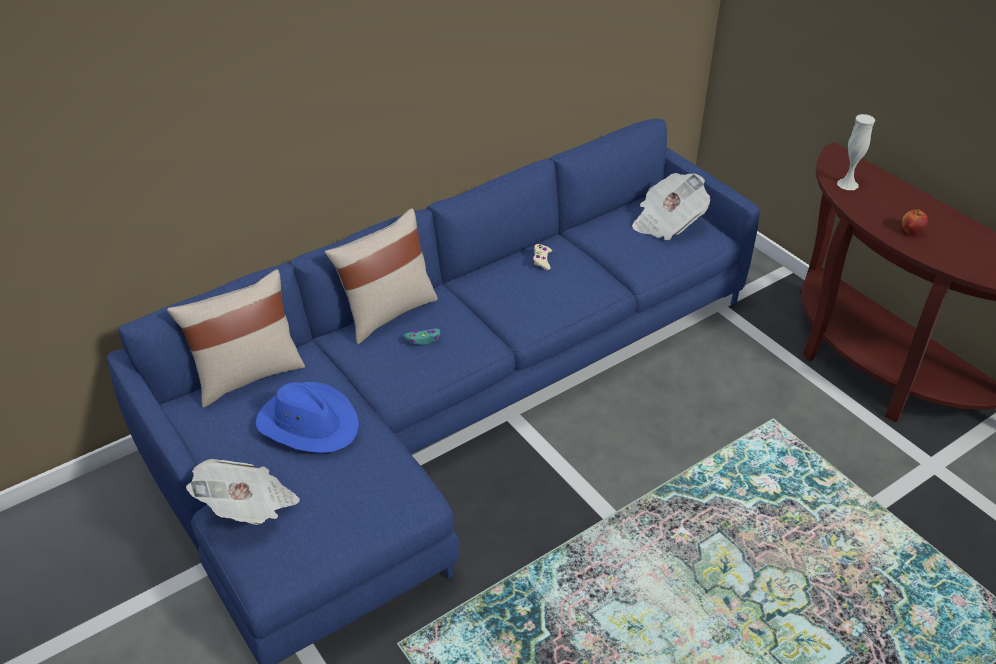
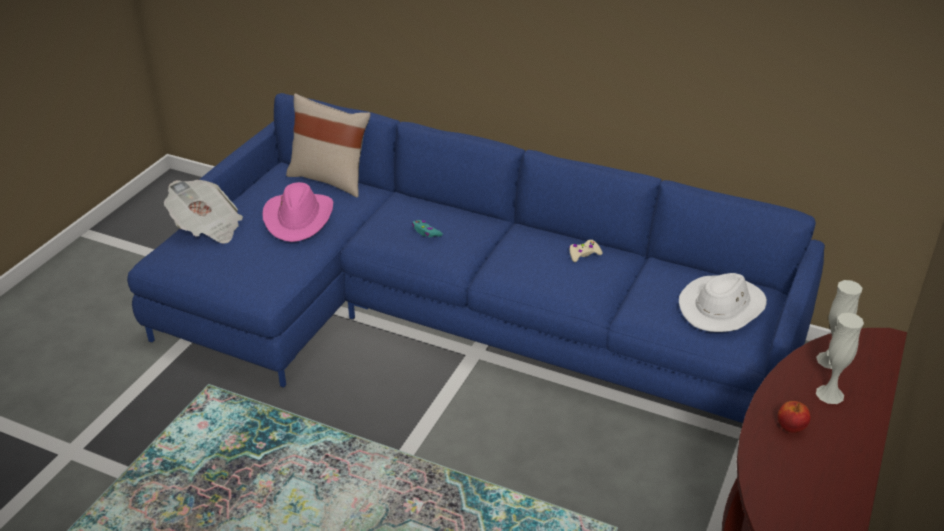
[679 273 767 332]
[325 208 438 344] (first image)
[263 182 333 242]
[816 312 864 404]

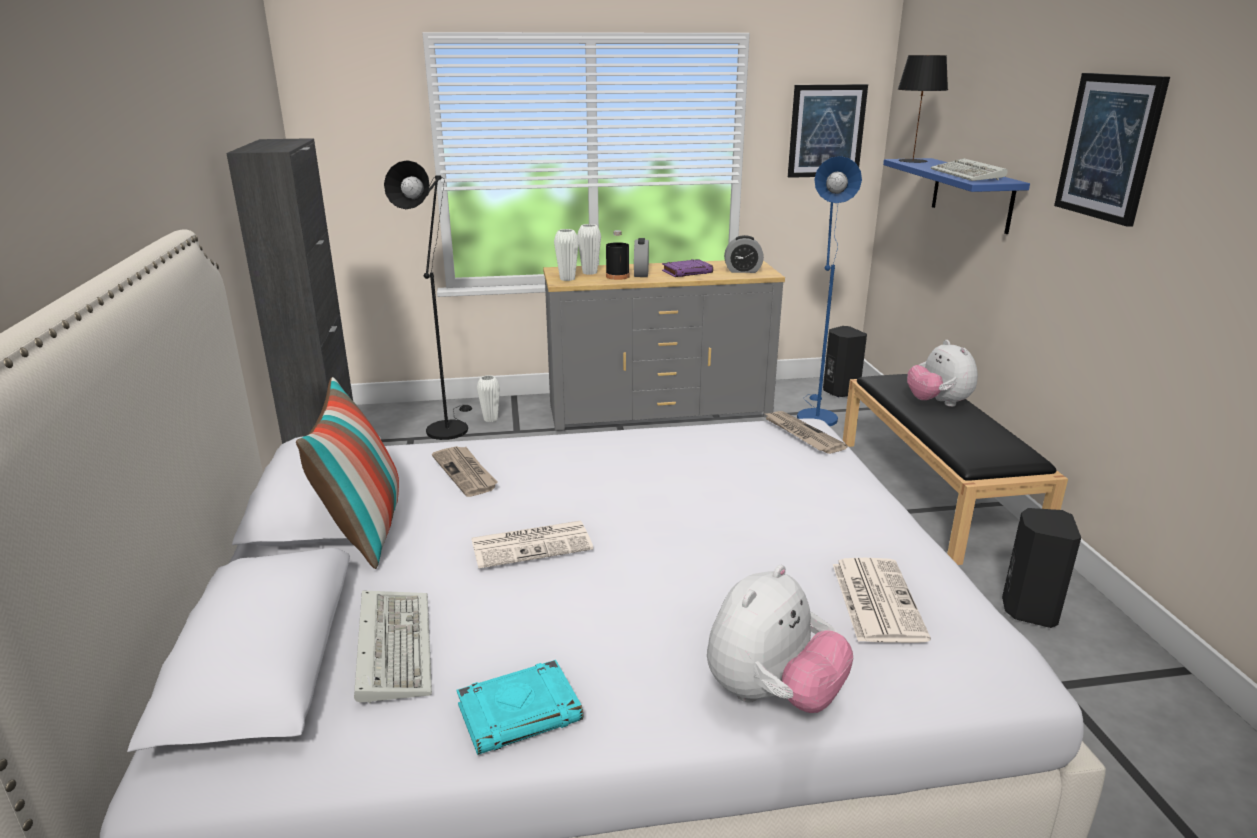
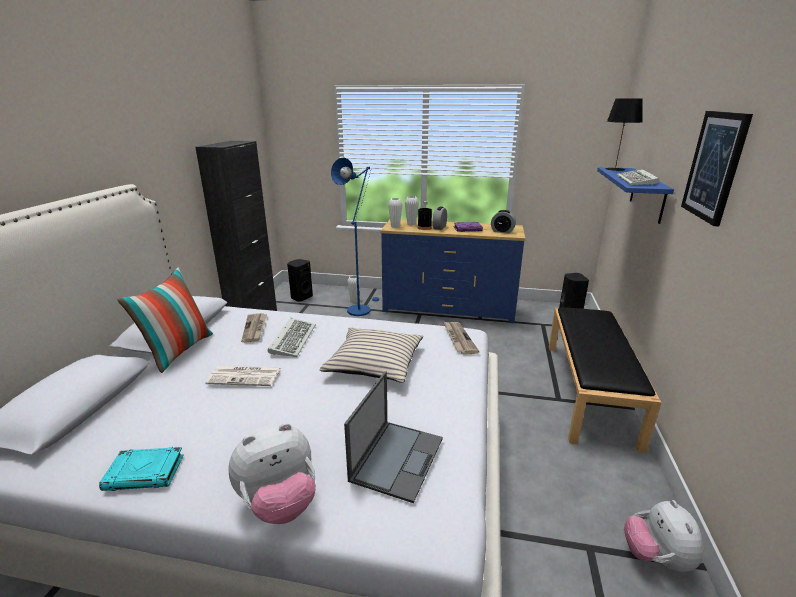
[788 84 868 178] (first image)
[331 158 379 316]
[384 160 472 440] (first image)
[381 219 525 323]
[624 500 703 572]
[287 259 313 302]
[344 371 443 503]
[268 318 316 357]
[320 328 423 383]

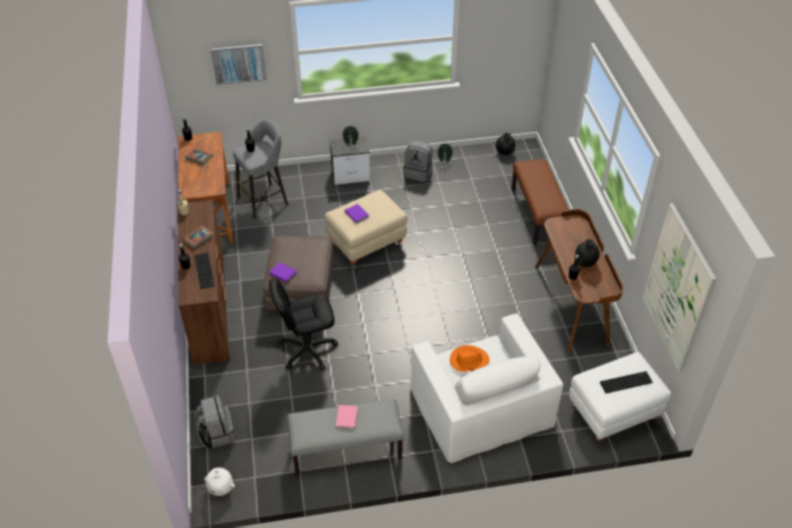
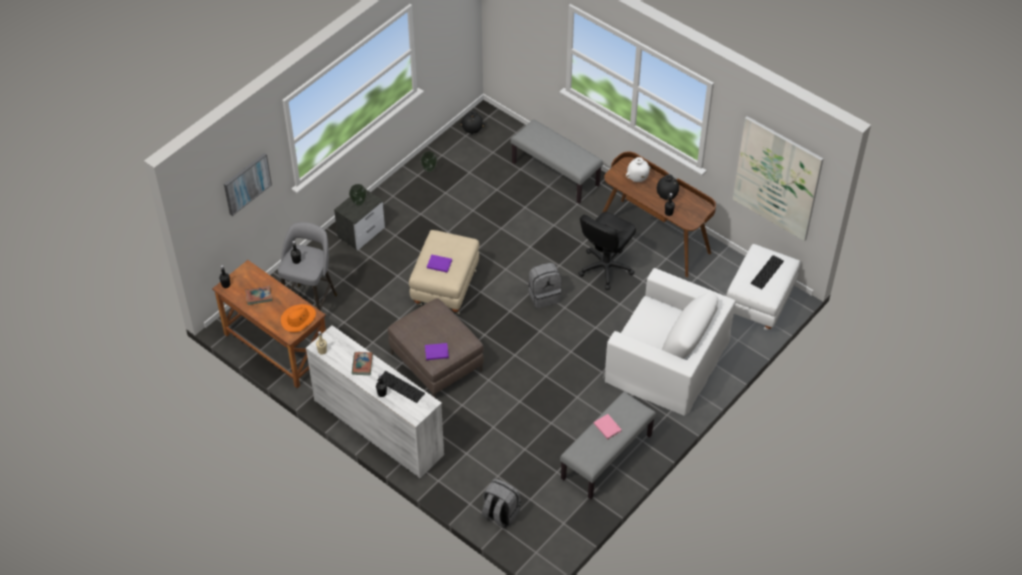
[528 263 562 308]
[511 119 603 203]
[306 325 444 479]
[578 212 636 290]
[281 304 316 332]
[626 157 651 182]

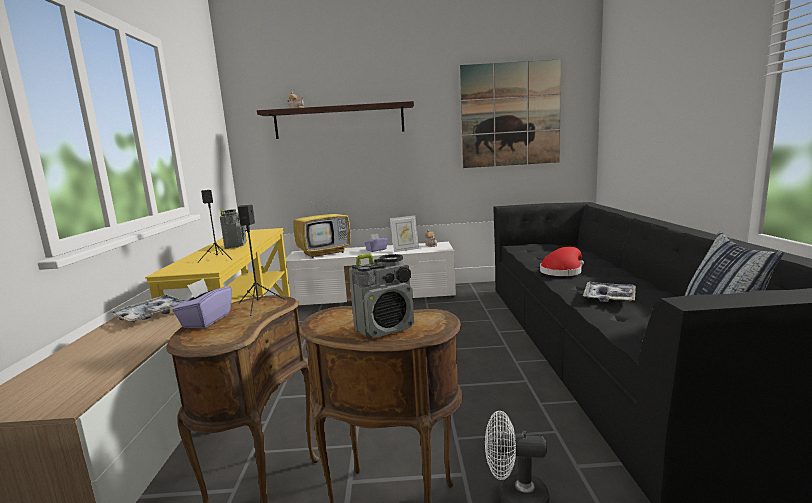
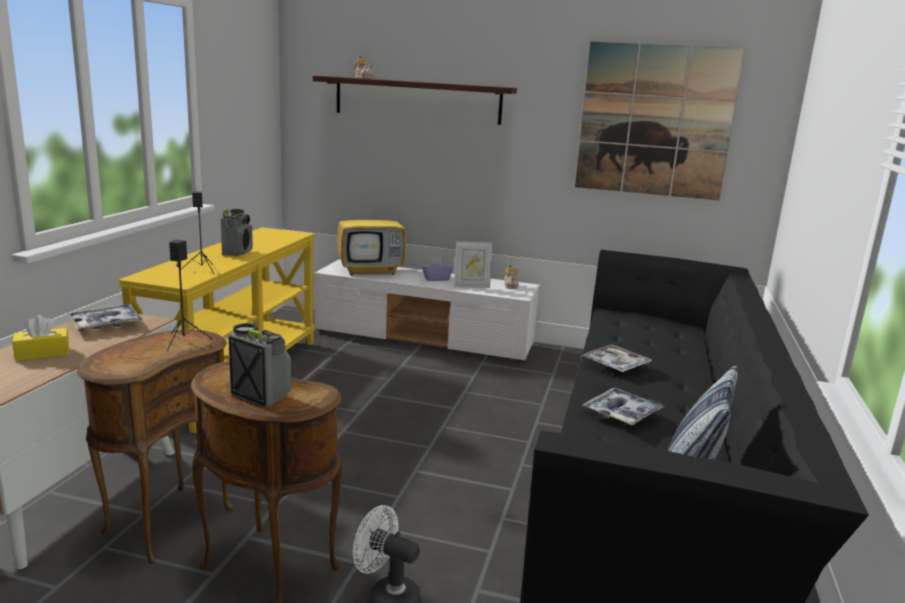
[581 345 652 372]
[228 323 291 408]
[172 278 232 328] (first image)
[12 315 69 361]

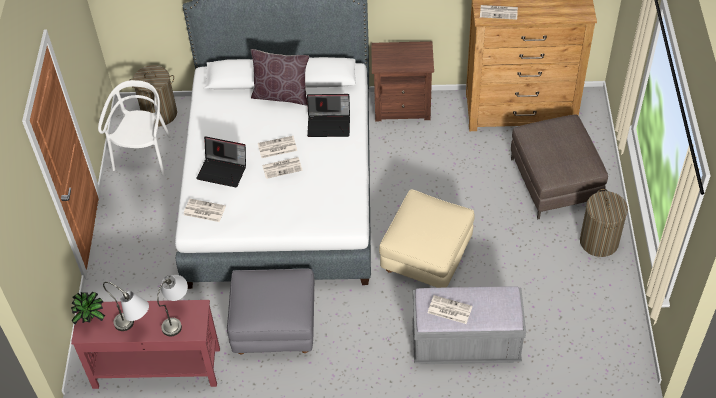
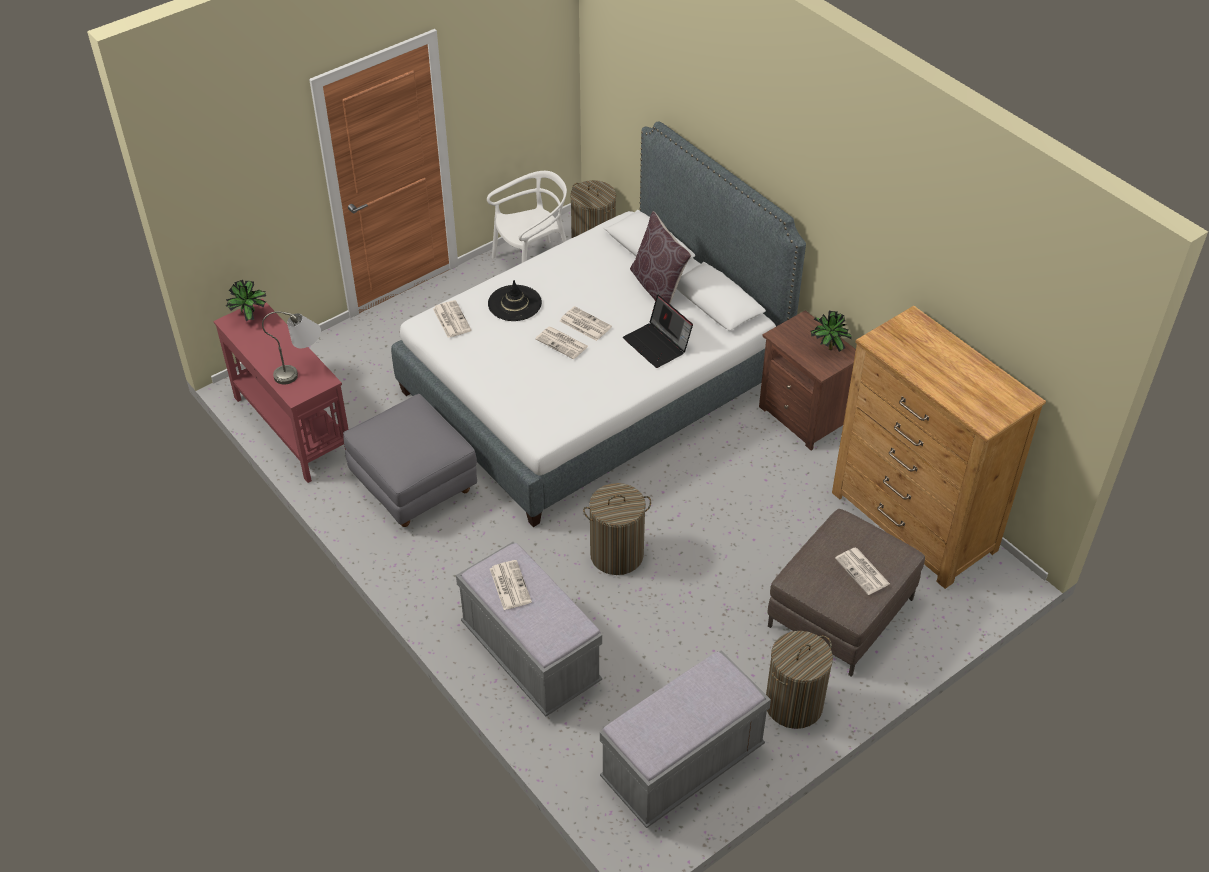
[835 548 890 595]
[488 280 542 321]
[583 483 651 575]
[103 282 149 331] (first image)
[810 311 852 352]
[600 650 771 828]

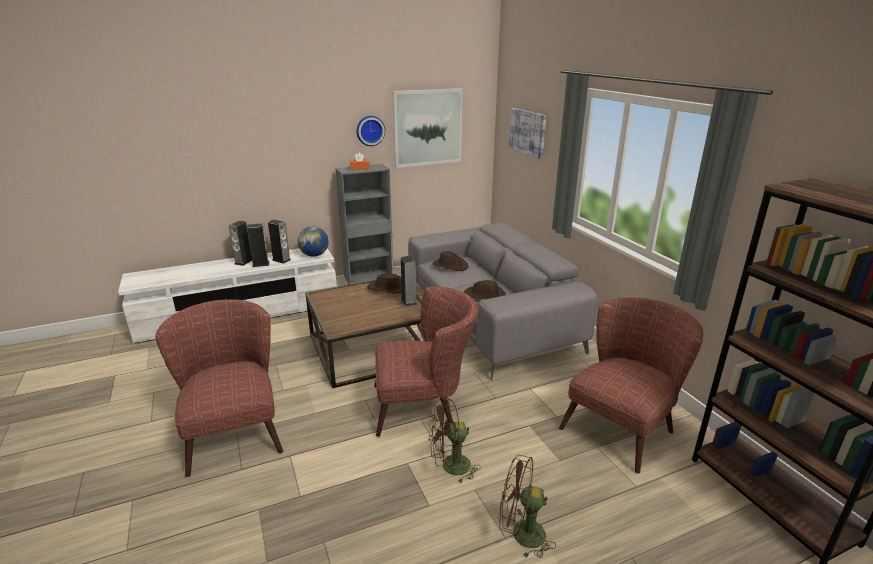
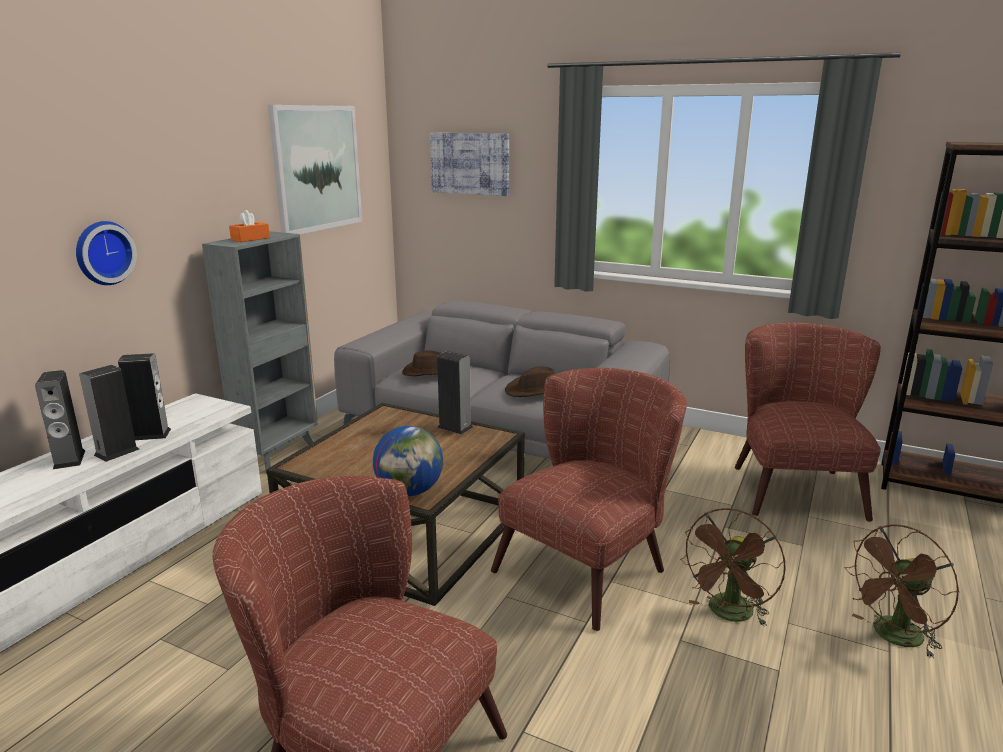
[76 221 137 285]
[373 426 443 496]
[368 273 402 293] (first image)

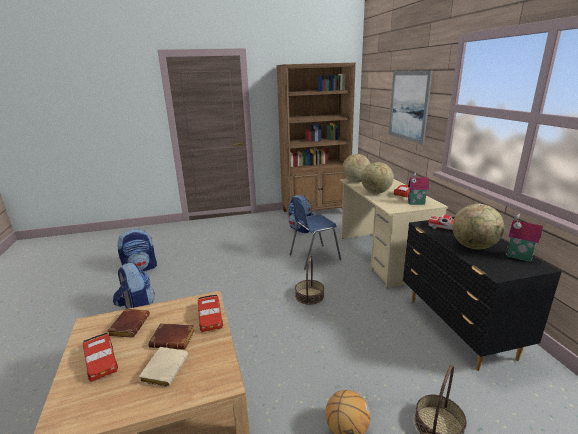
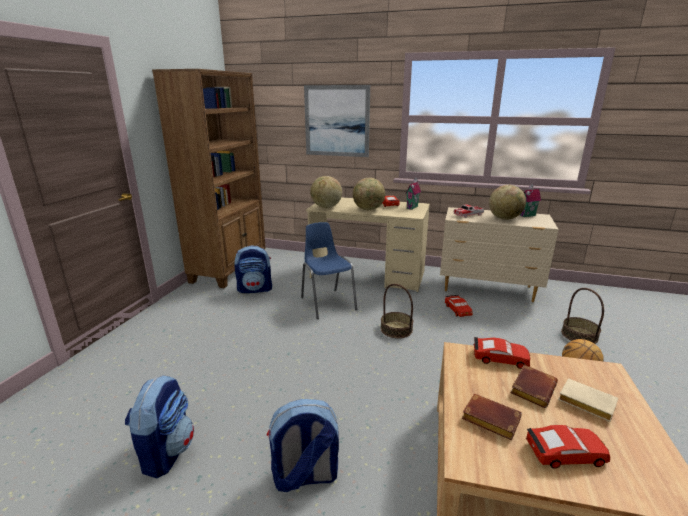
[301 222 357 319]
[440 207 559 302]
[445 295 473 317]

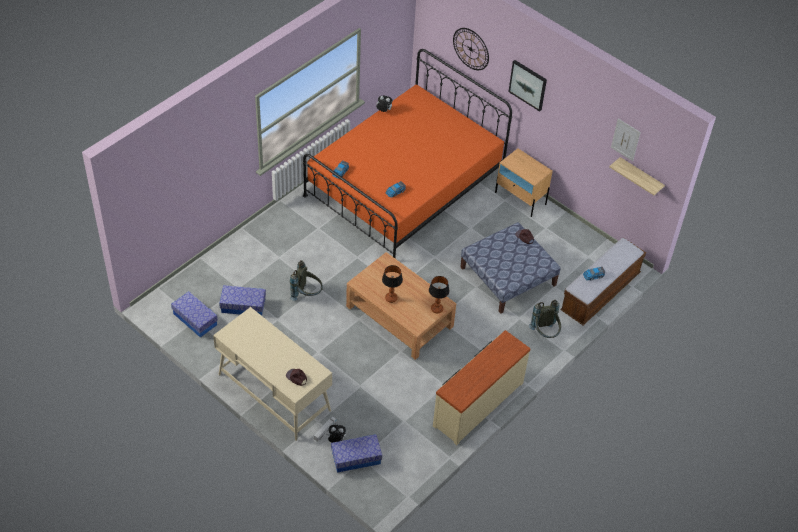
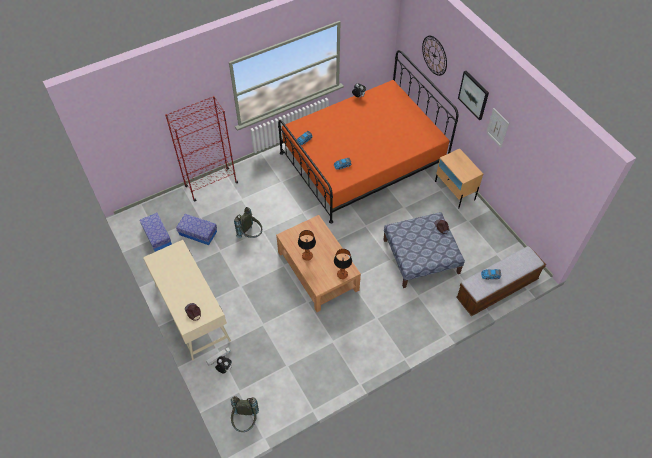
[486 108 509 148]
[609 157 665 195] (first image)
[231 396 259 432]
[433 330 531 445] (first image)
[331 434 382 473] (first image)
[165 96 238 201]

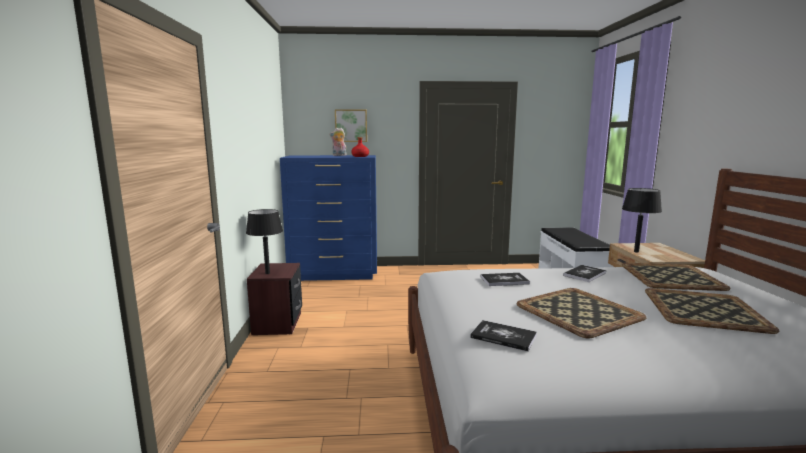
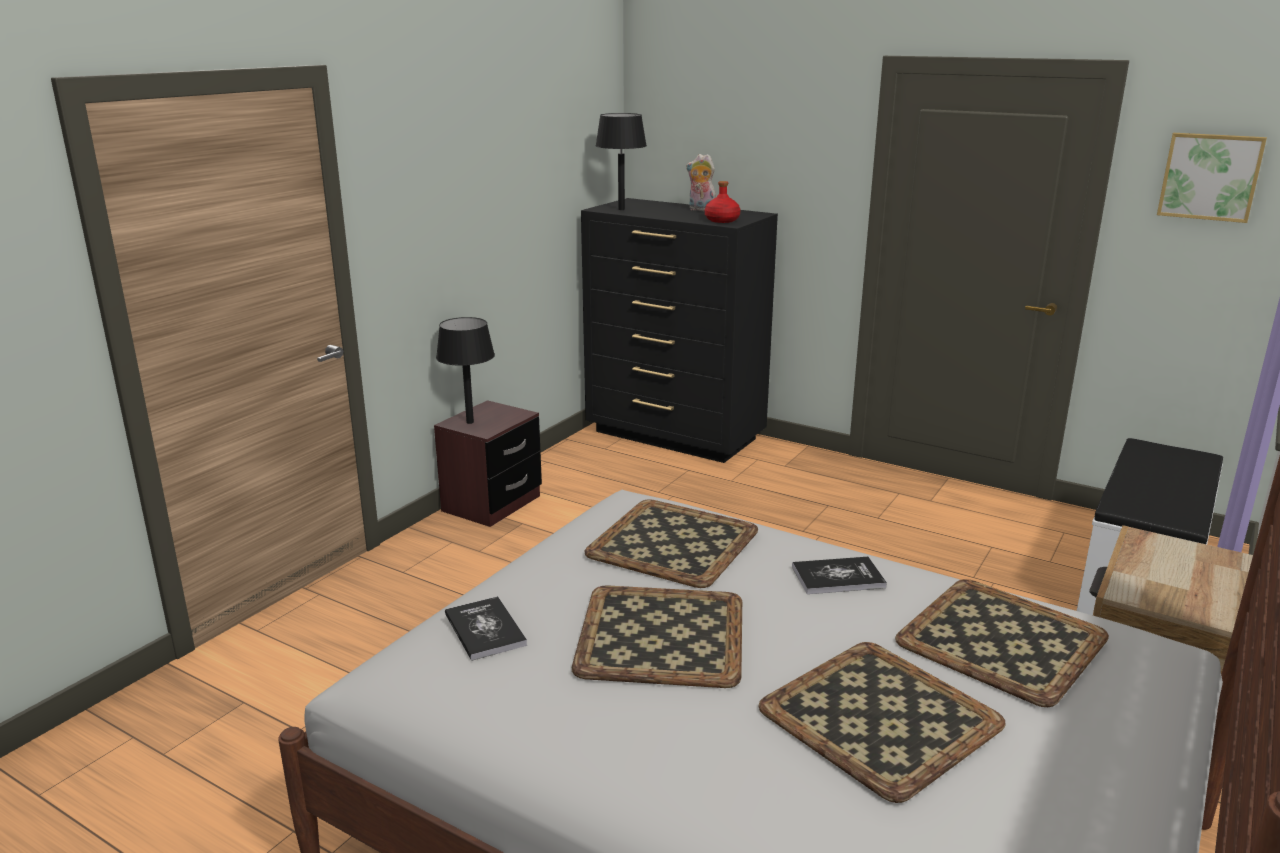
[1157 133 1267 223]
[581 198 778 463]
[595 113 647 210]
[585 499 758 588]

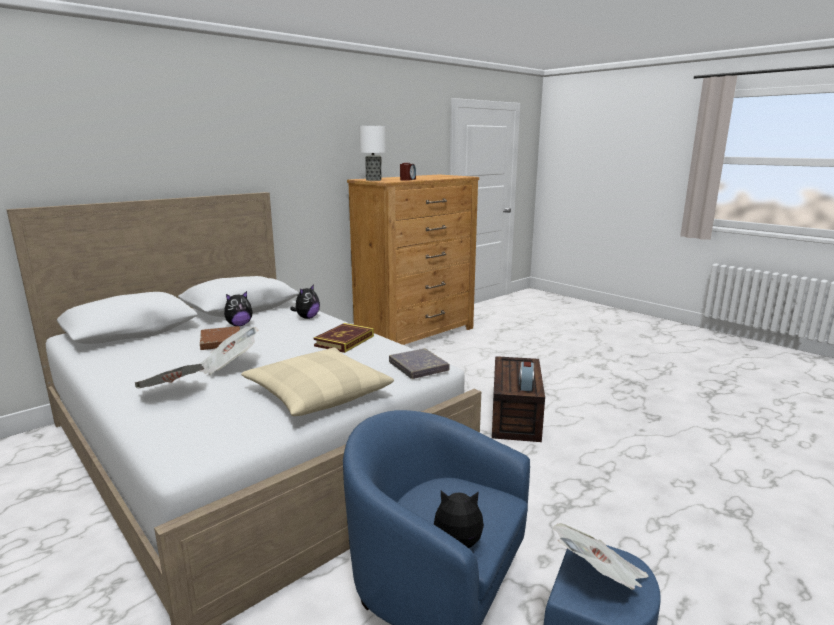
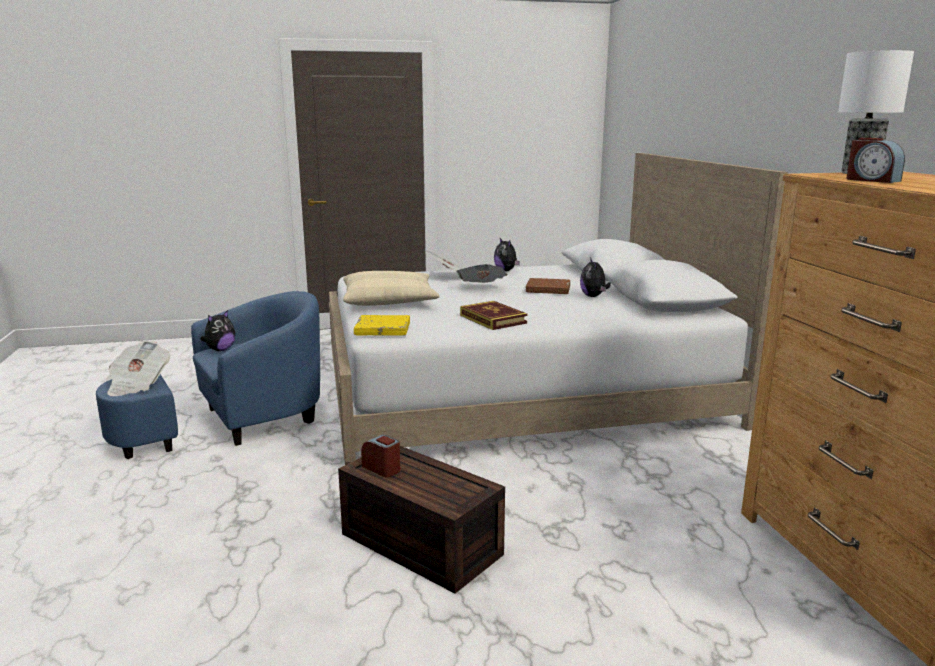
[494 238 520 271]
[354 315 410 336]

